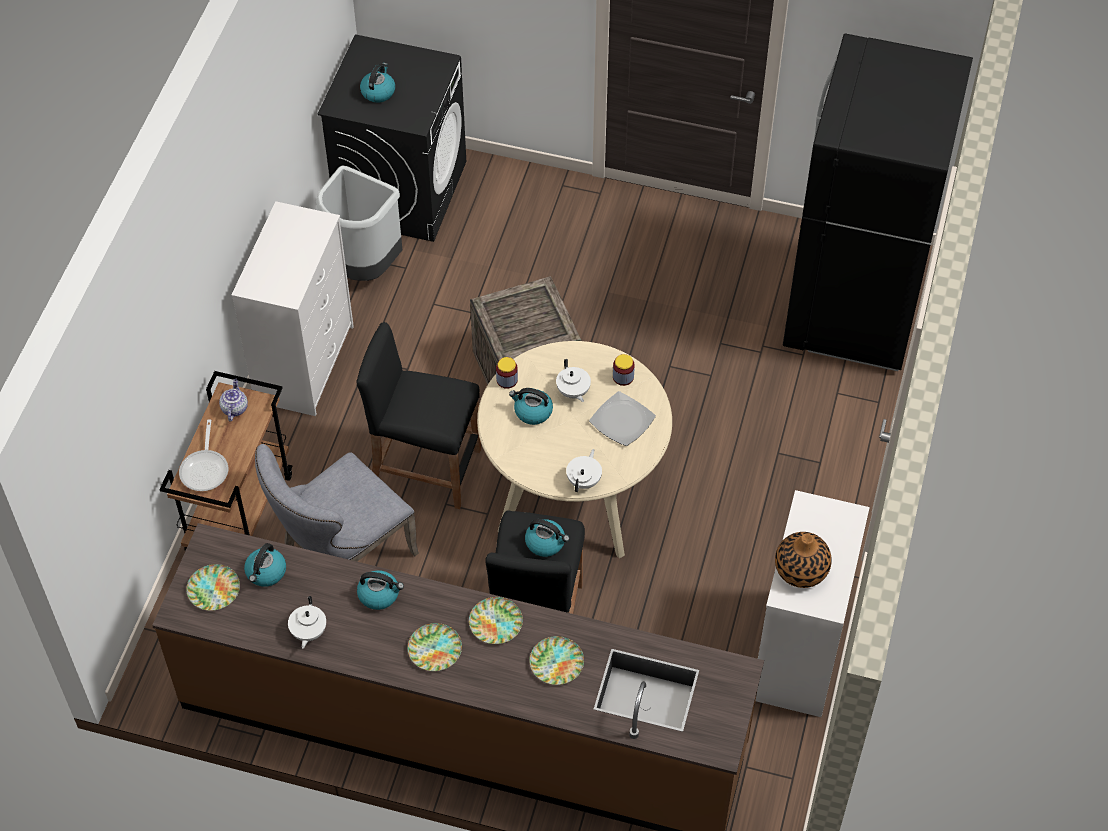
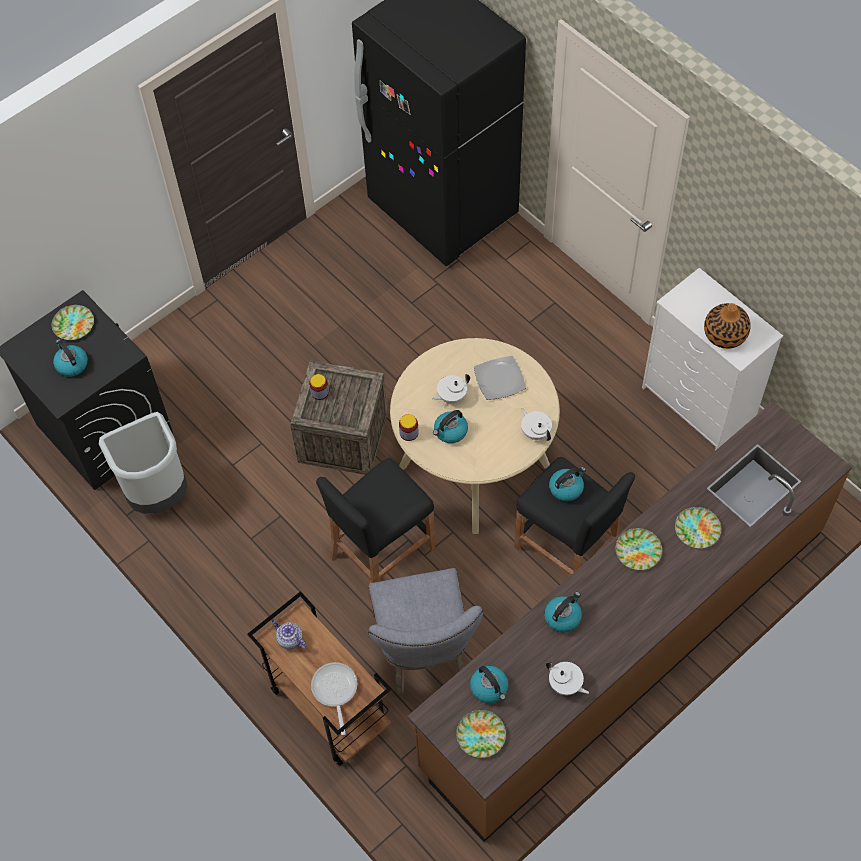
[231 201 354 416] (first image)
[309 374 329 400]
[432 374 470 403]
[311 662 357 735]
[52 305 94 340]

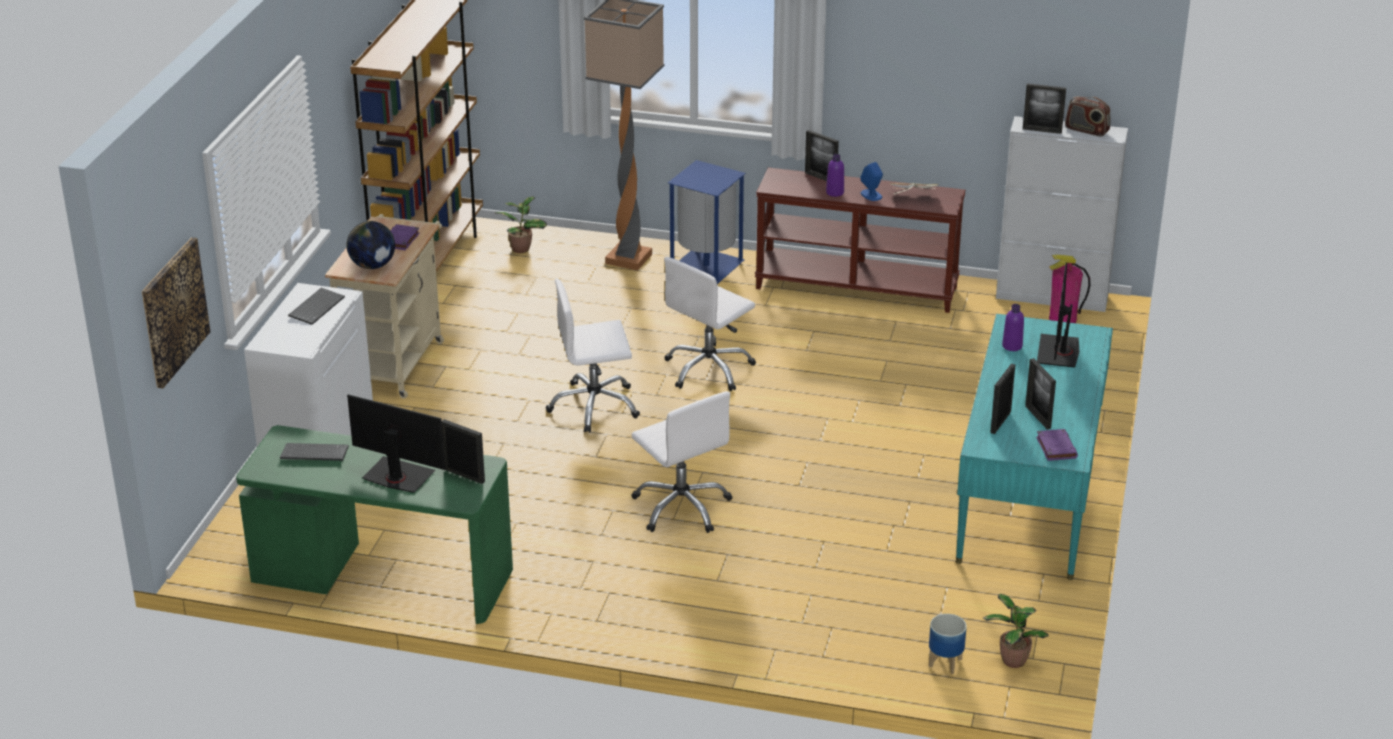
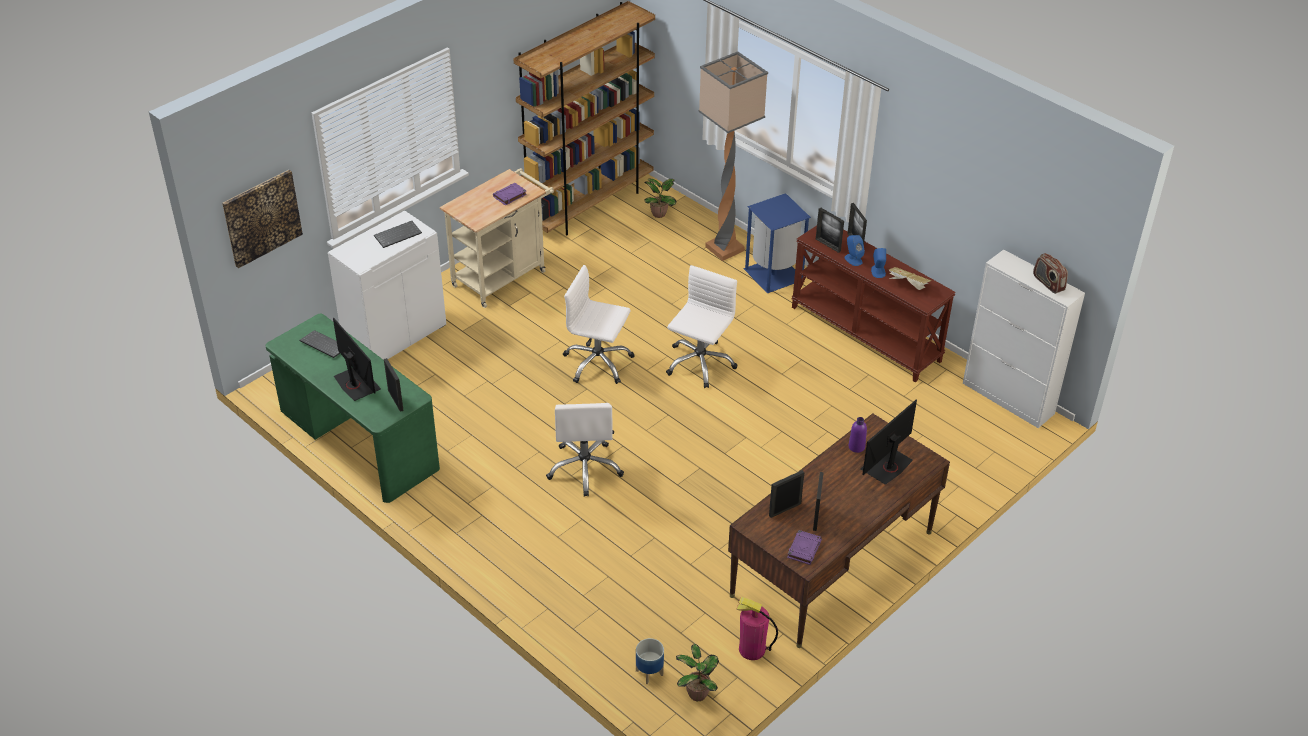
[816 207 844 253]
[844 235 865 266]
[347 221 395 269] (first image)
[736 597 778 660]
[666 265 737 388]
[728 413 950 648]

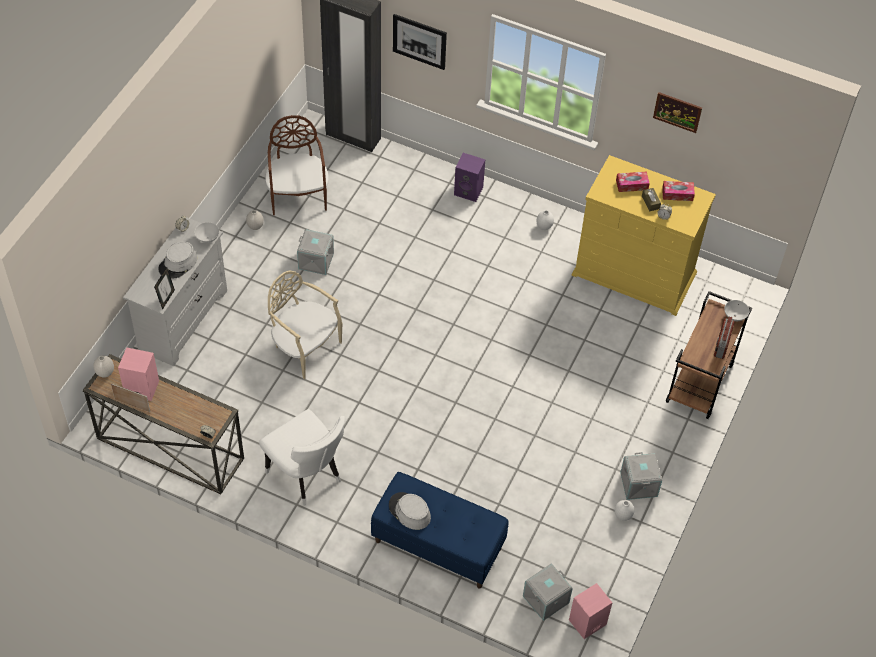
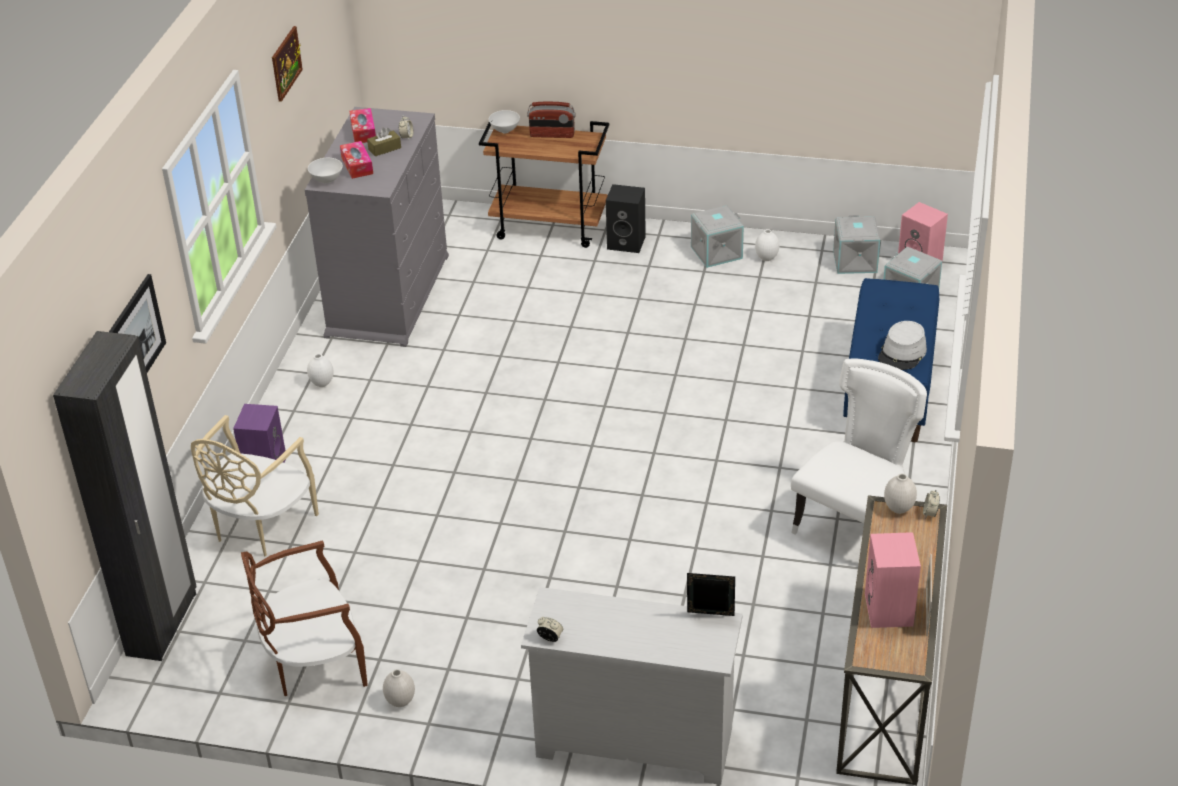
[305 107 449 347]
[308 158 343 183]
[833 215 880 274]
[158 241 197 278] (first image)
[191 415 319 556]
[884 474 917 514]
[606 184 646 253]

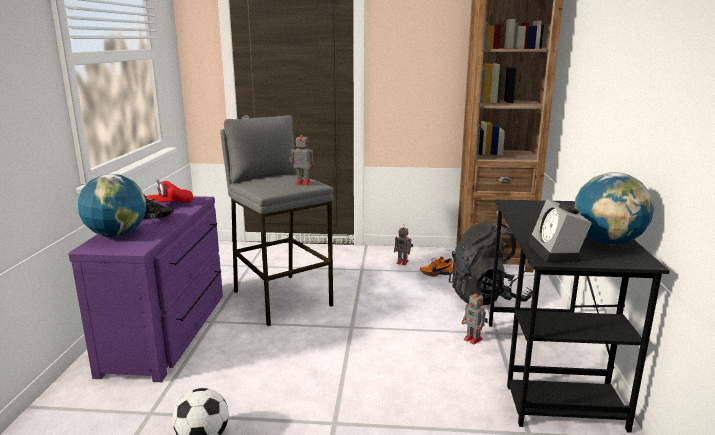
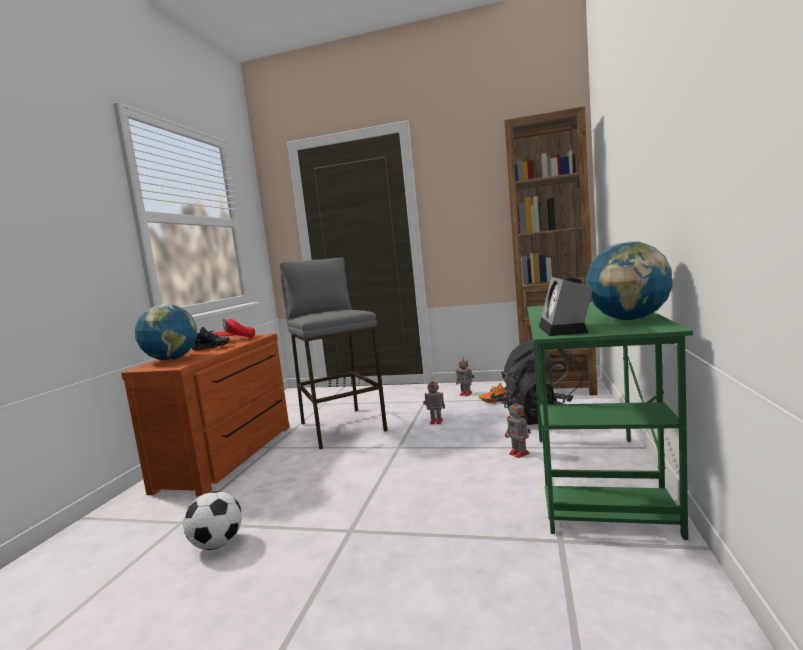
[423 379 445 424]
[121 334 290 497]
[527 302 693 540]

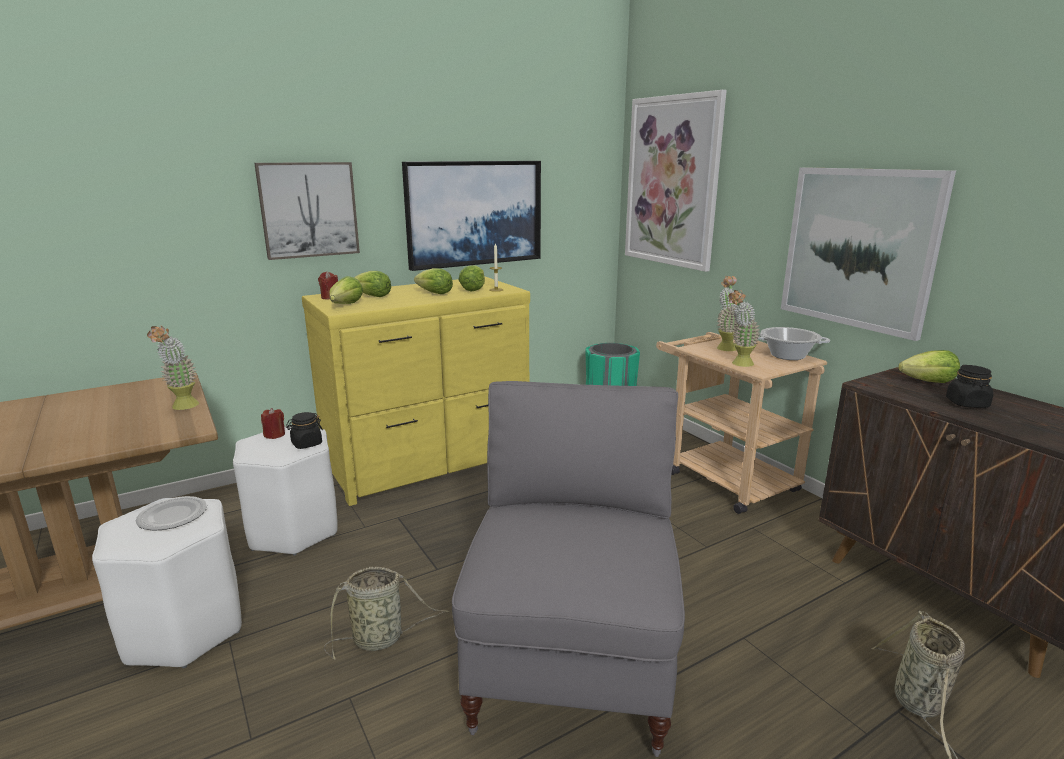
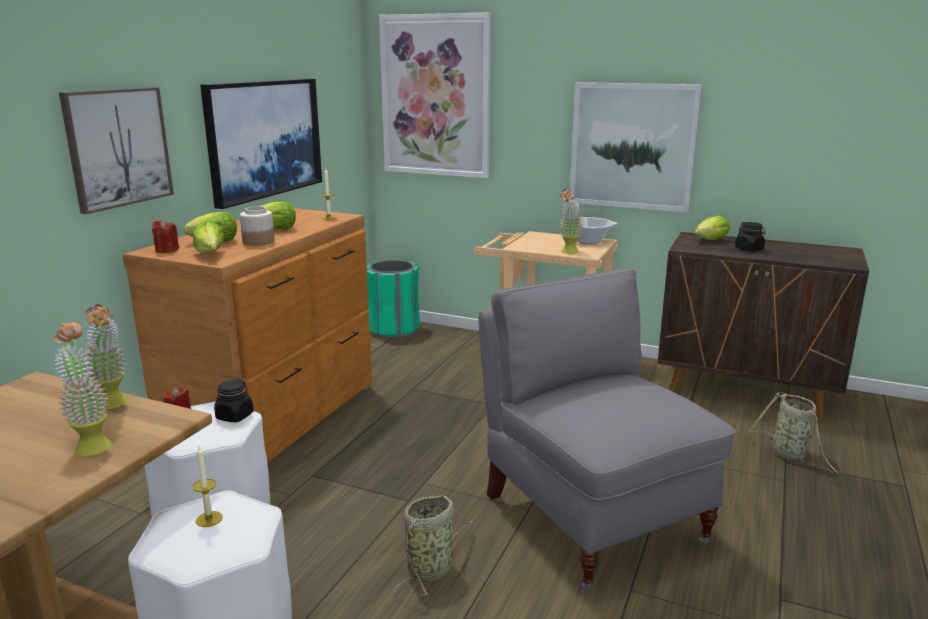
[458 265 485 291] (first image)
[53 322 112 456]
[123 208 372 462]
[193 446 223 527]
[240 206 275 246]

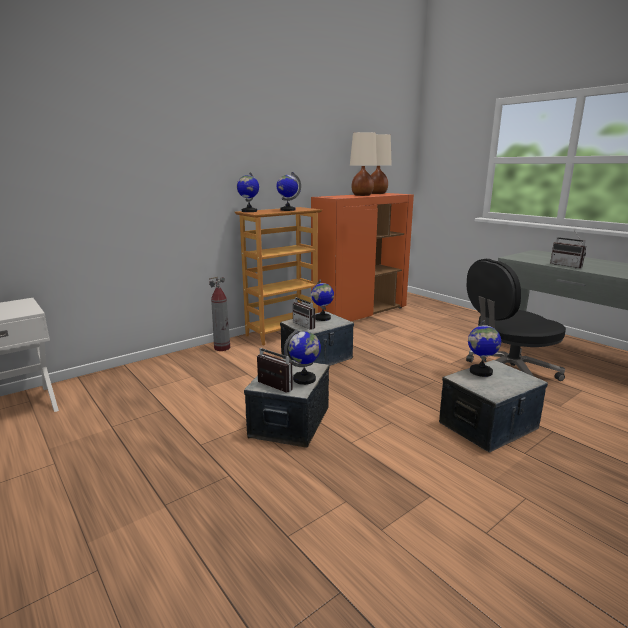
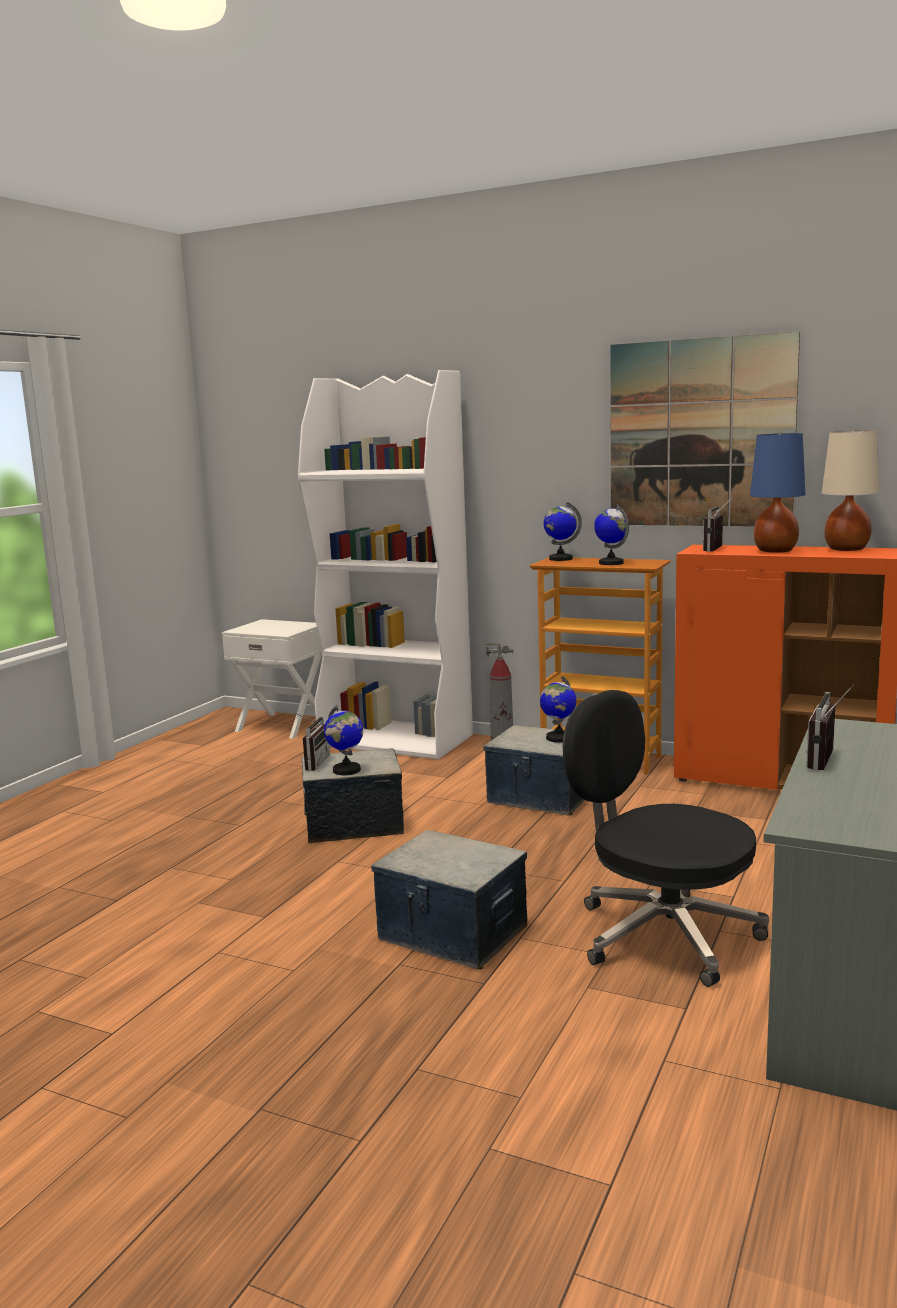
[750 433 805 553]
[703 497 733 552]
[468 320 501 377] (first image)
[610 332 800 526]
[298 370 473 759]

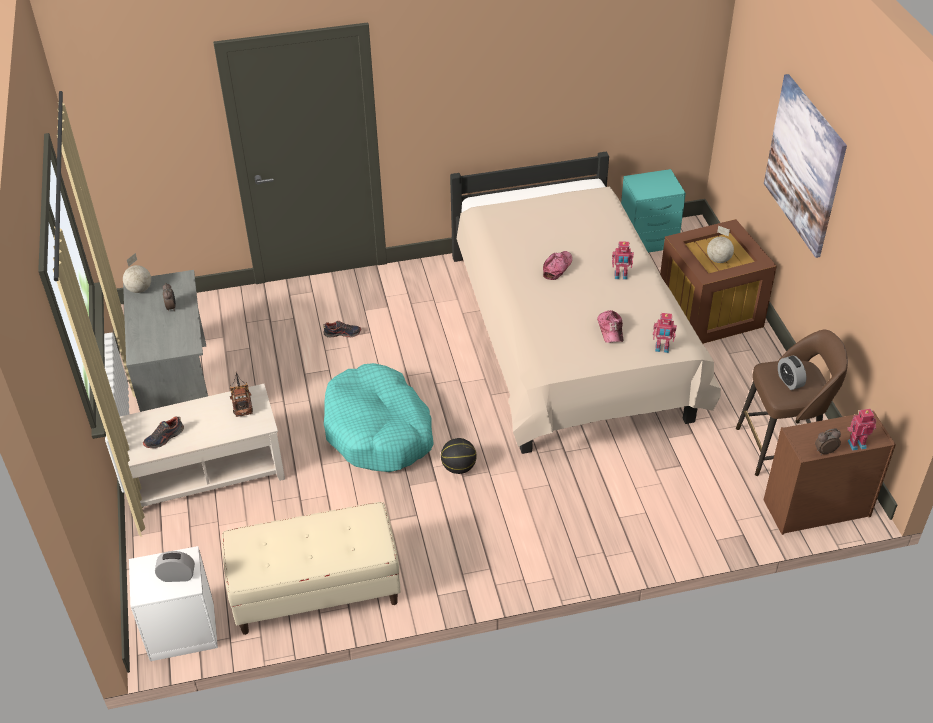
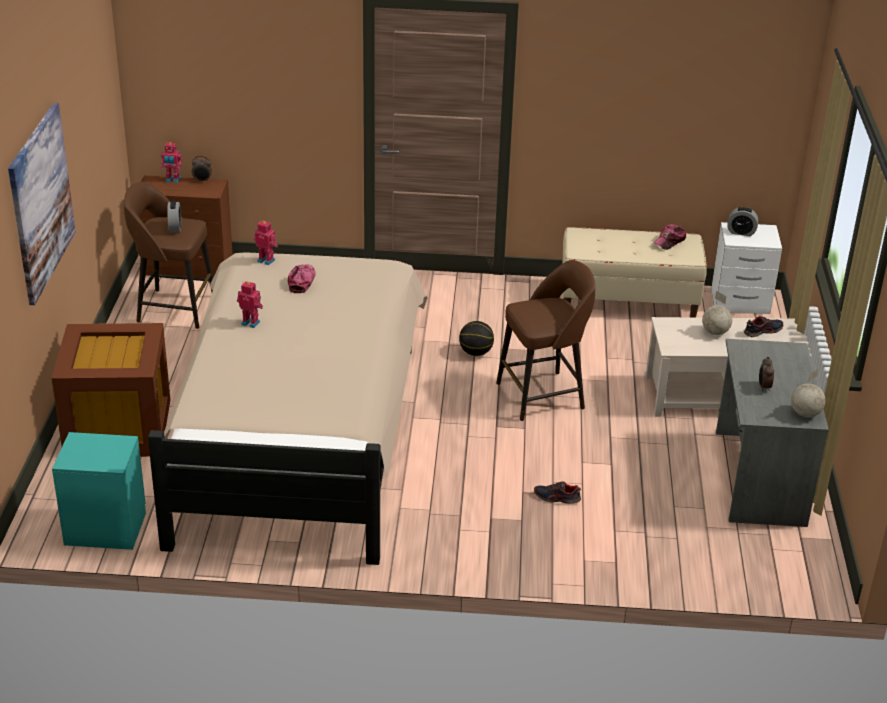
[702 291 732 335]
[653 224 686 250]
[496 260 595 421]
[230 373 253 417] (first image)

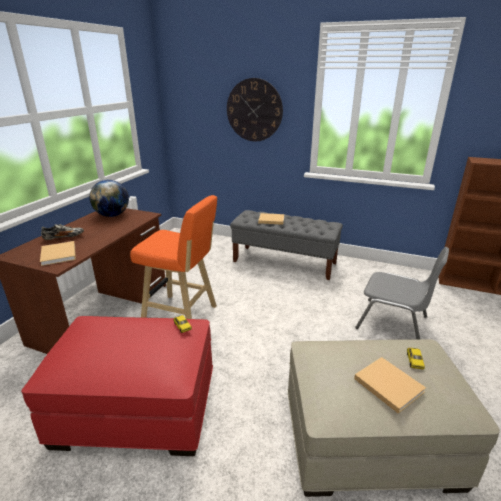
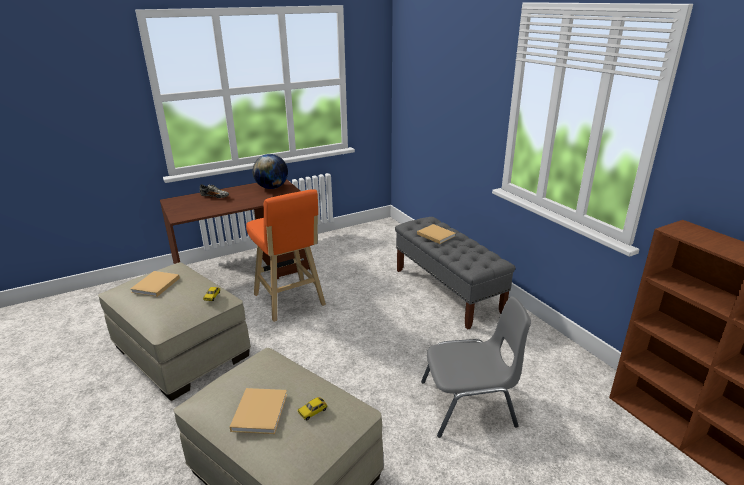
[227 78 283 141] (first image)
[130 271 180 297]
[421 296 531 438]
[98 262 251 401]

